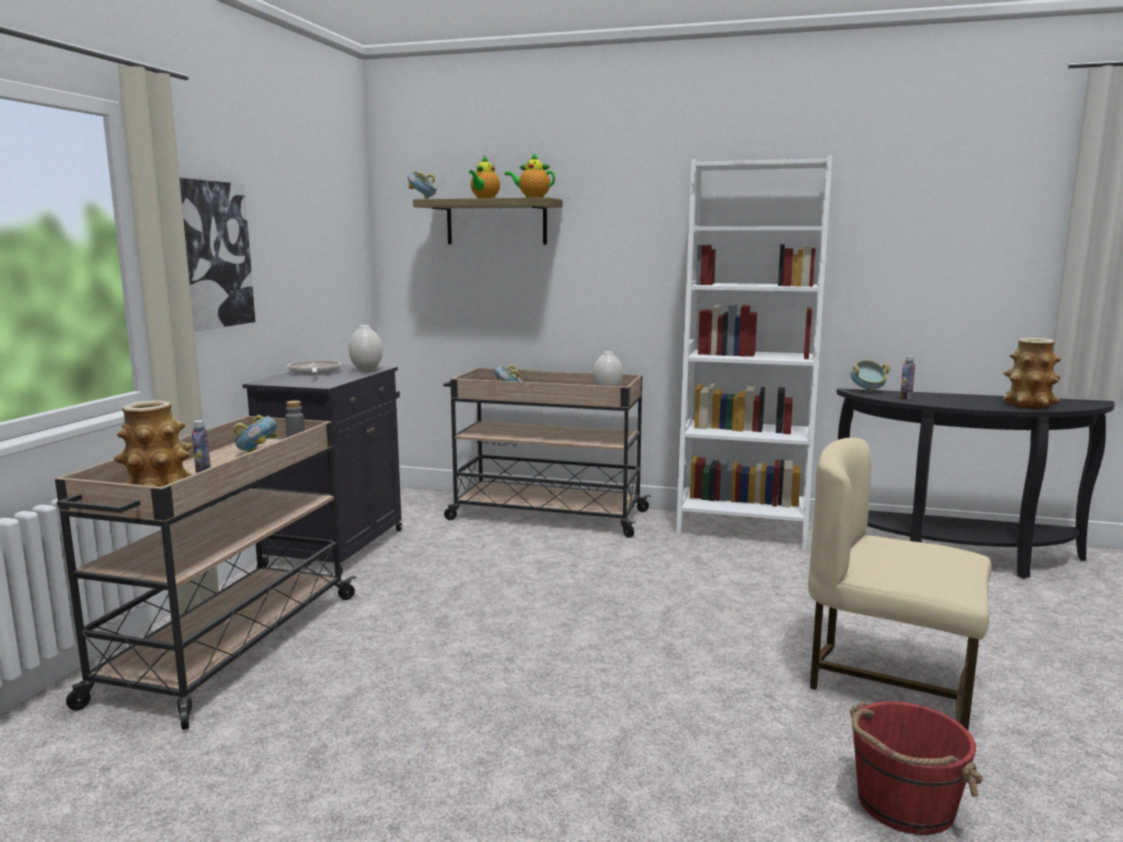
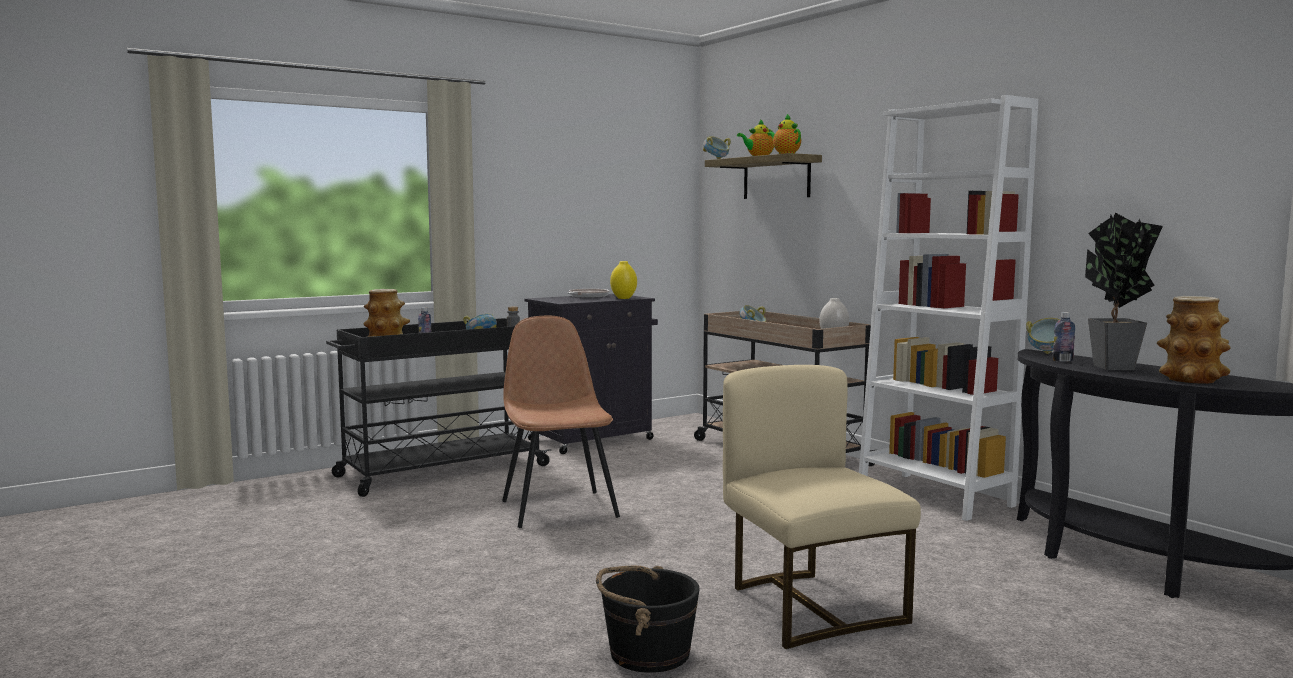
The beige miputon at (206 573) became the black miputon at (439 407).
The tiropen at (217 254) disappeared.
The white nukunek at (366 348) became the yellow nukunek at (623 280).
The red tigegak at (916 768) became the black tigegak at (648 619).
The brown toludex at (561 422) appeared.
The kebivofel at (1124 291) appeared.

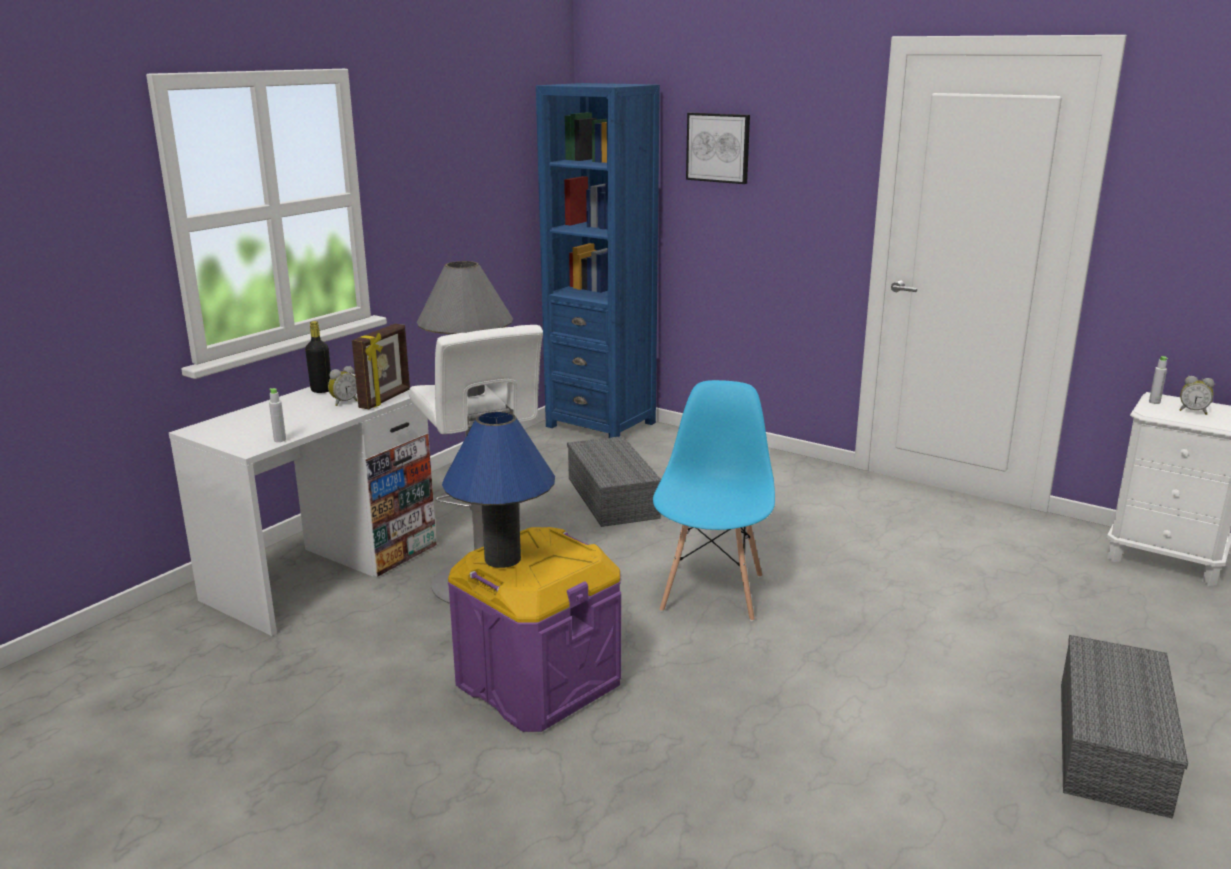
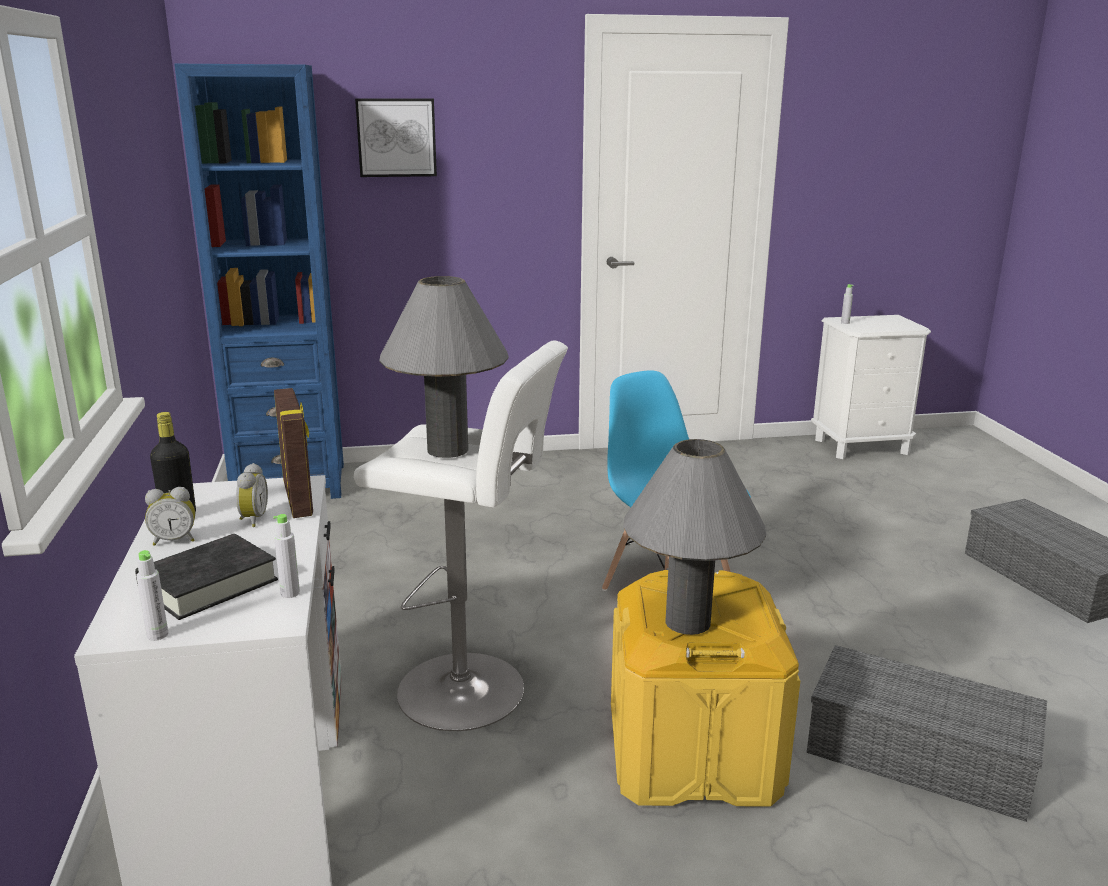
The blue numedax at (498 489) became the grey numedax at (694 537).
The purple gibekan at (534 629) became the yellow gibekan at (705 688).
The grey gibekan moved from (614 481) to (927 733).
The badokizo moved from (1197 395) to (170 516).
The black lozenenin at (206 577) appeared.
The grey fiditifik at (152 595) appeared.

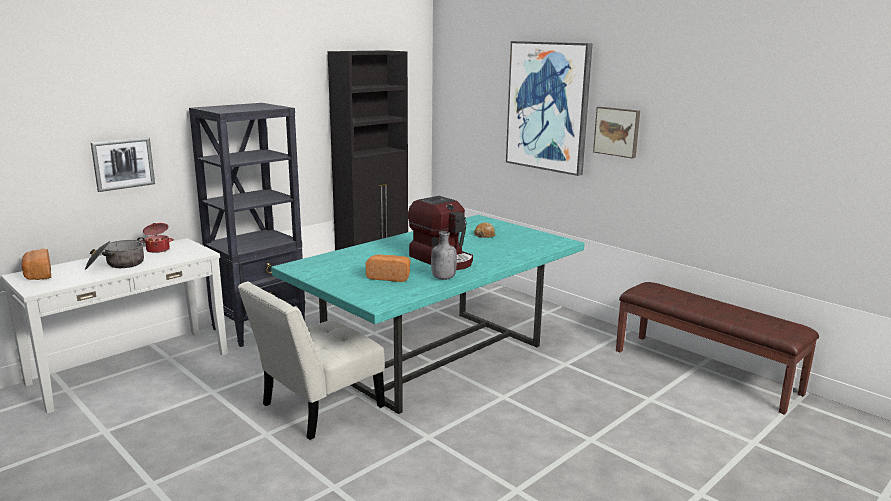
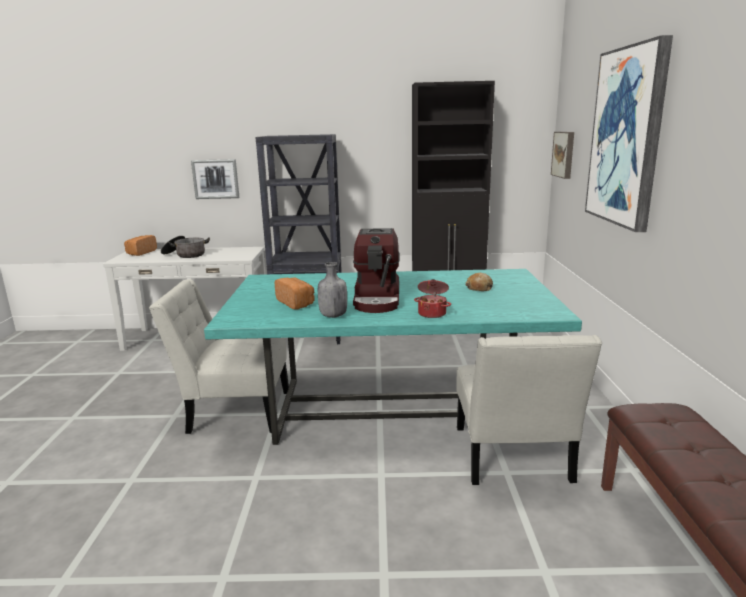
The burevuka moved from (157 238) to (432 298).
The tiropen moved from (616 132) to (562 155).
The white toludex at (529 410) appeared.

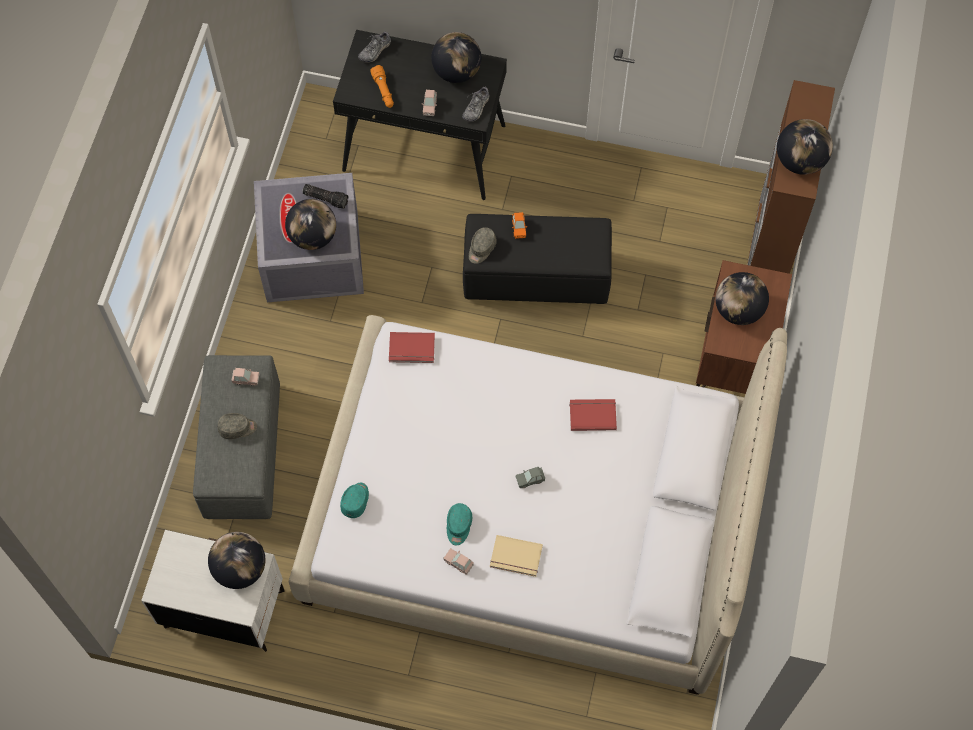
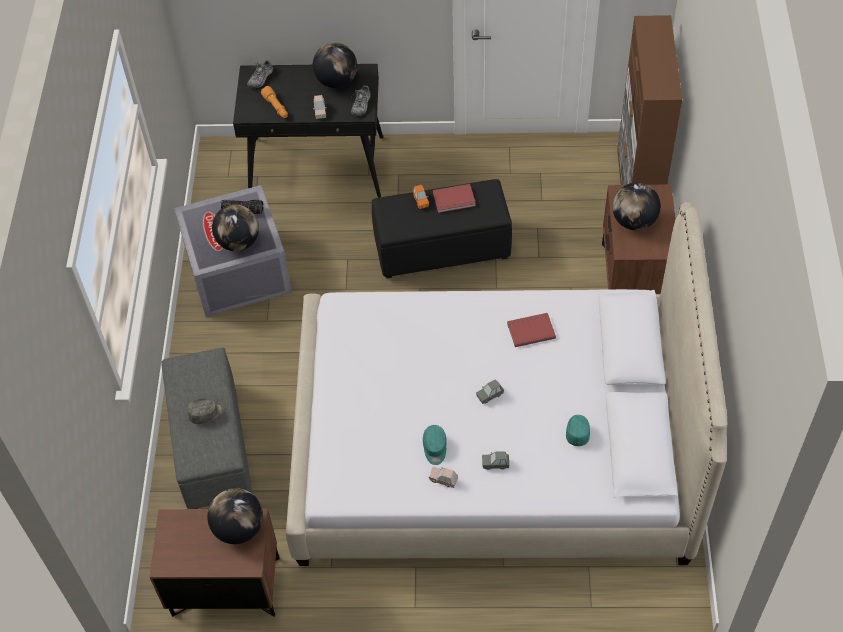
The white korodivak at (213 591) became the brown korodivak at (214 562).
The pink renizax at (245 377) disappeared.
The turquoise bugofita moved from (354 500) to (578 430).
The red lozenenin moved from (412 347) to (454 198).
The grey bugofita at (483 245) disappeared.
The beige lozenenin at (516 556) was replaced by the grey renizax at (495 460).
The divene at (805 147) disappeared.

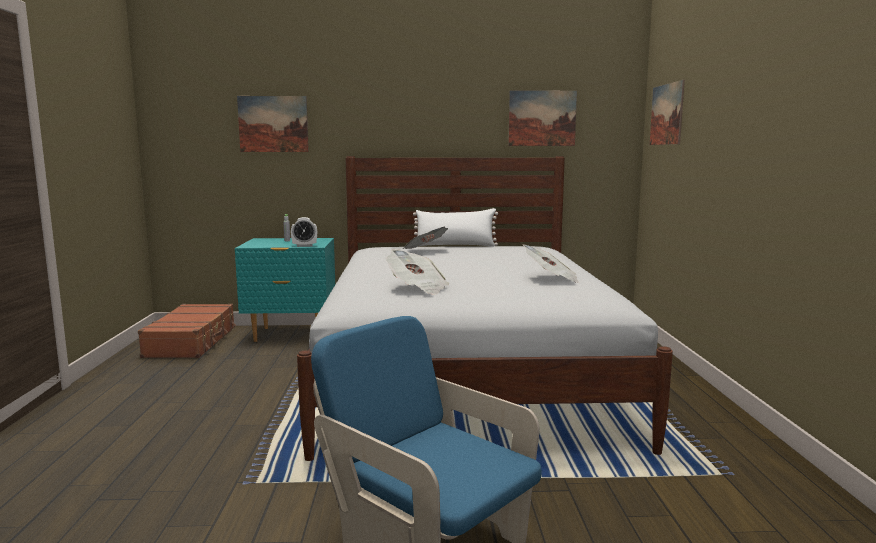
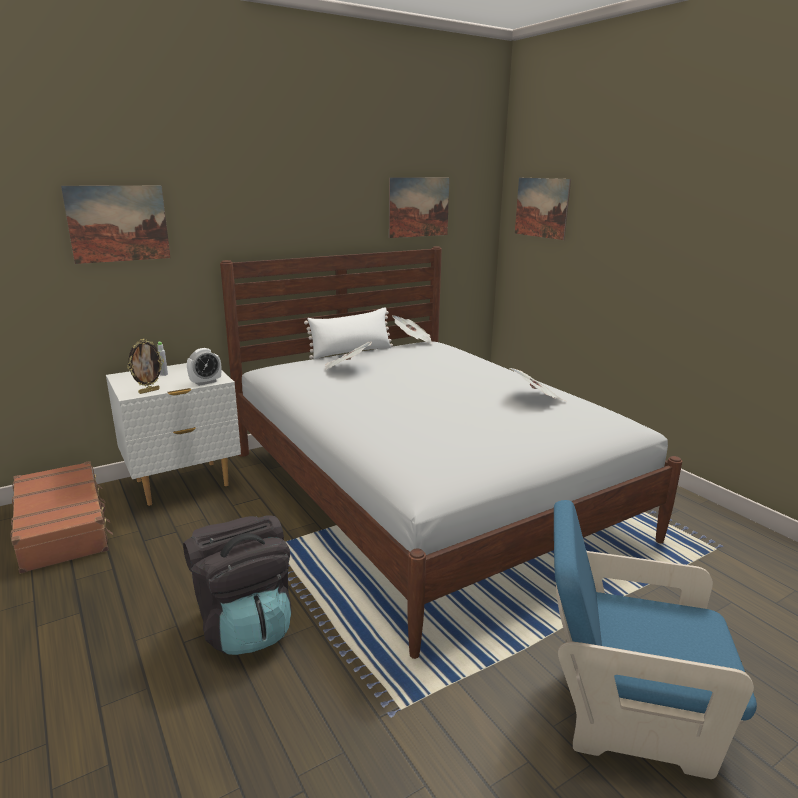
The turquoise korodivak at (285 290) became the white korodivak at (173 434).
The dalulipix moved from (417 272) to (412 329).
The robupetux at (145 366) appeared.
The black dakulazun at (237 585) appeared.

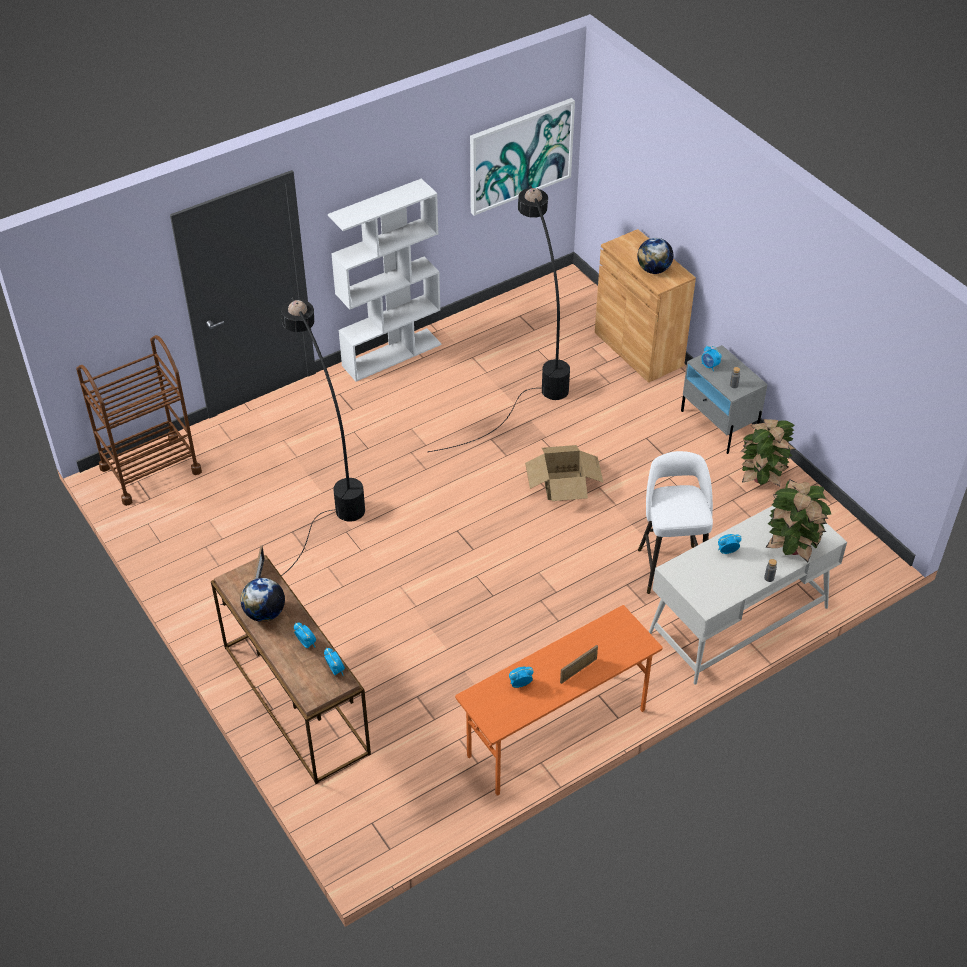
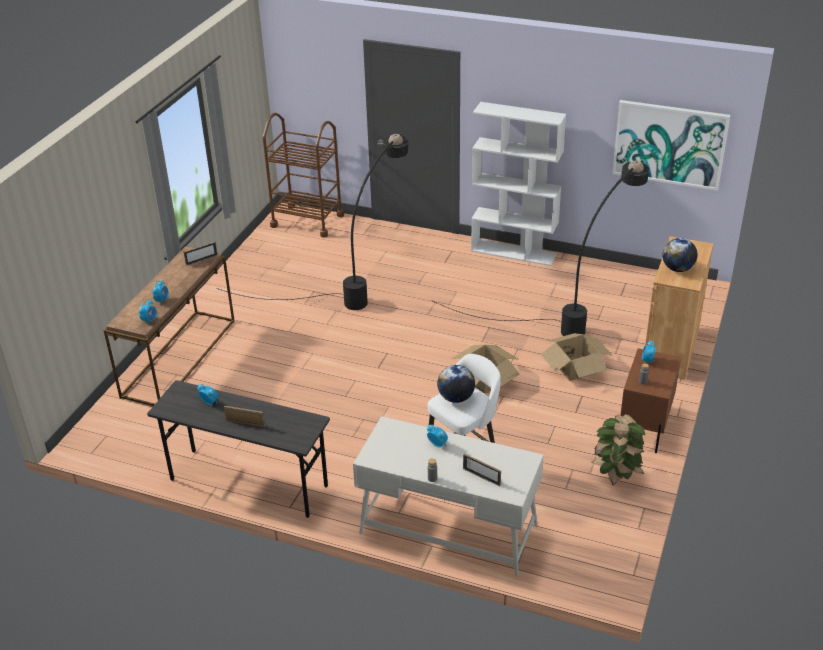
The divene moved from (262 600) to (456 384).
The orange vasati at (559 700) became the grey vasati at (238 449).
The grey korodivak at (724 399) became the brown korodivak at (651 400).
The kebivofel at (798 520) was replaced by the robupetux at (482 470).
The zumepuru at (577 357) appeared.

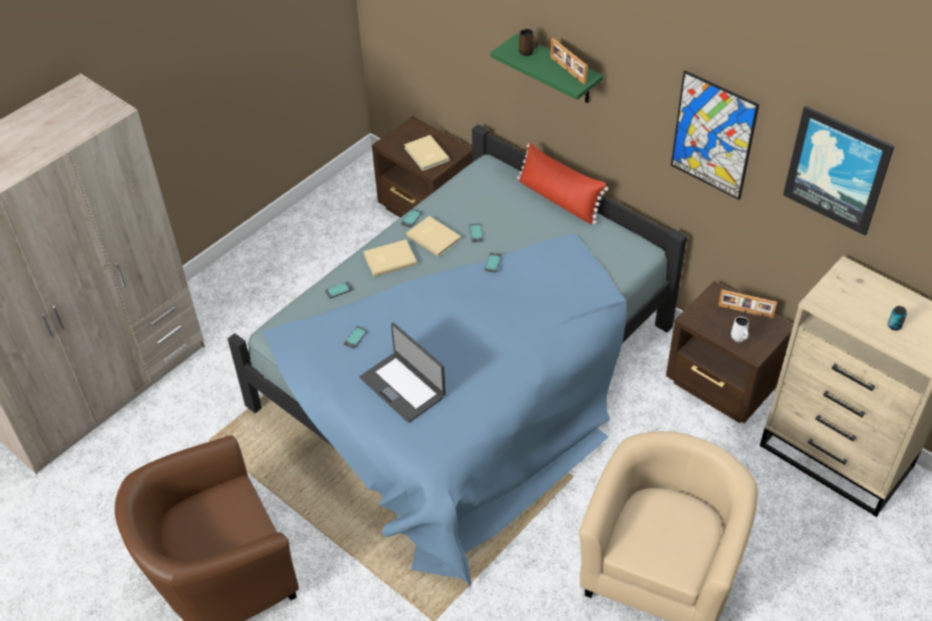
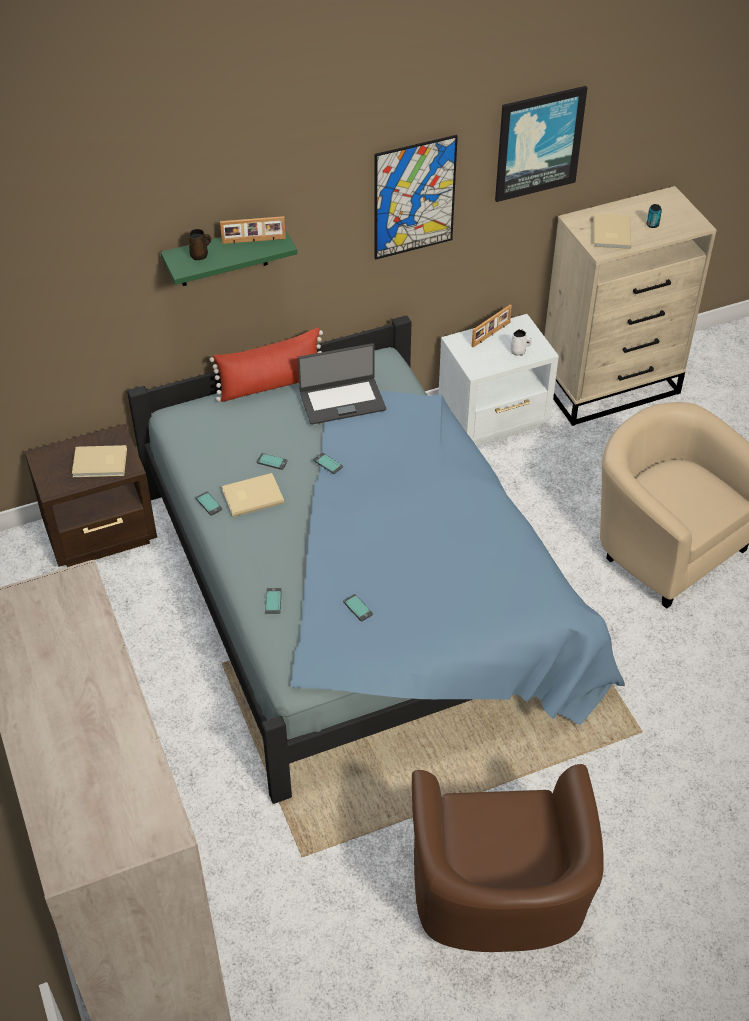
The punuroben moved from (403 373) to (342 383).
The beige lozenenin moved from (390 258) to (612 231).
The brown korodivak at (729 352) became the white korodivak at (498 380).

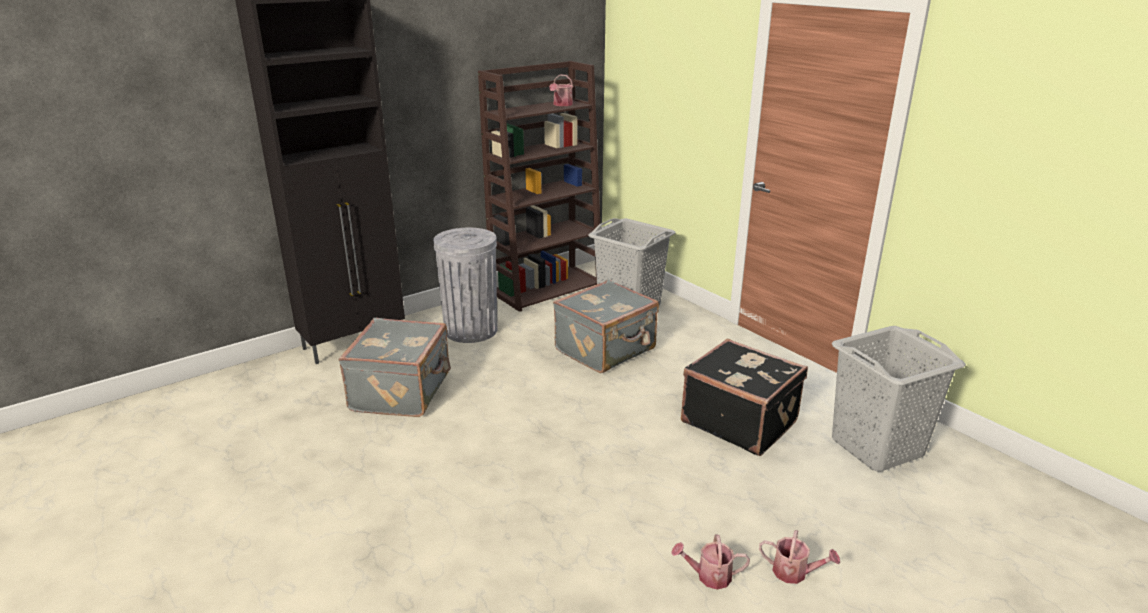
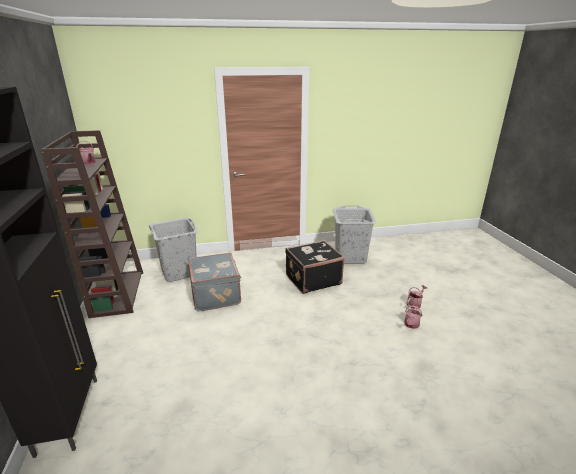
The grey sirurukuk at (395 367) disappeared.
The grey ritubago at (465 285) disappeared.

